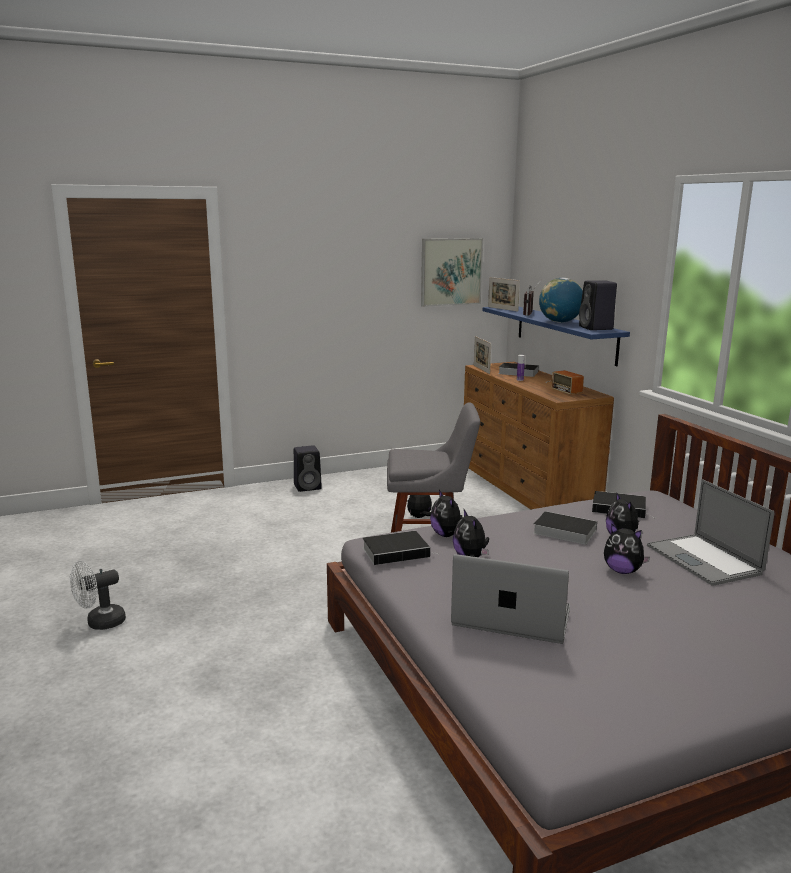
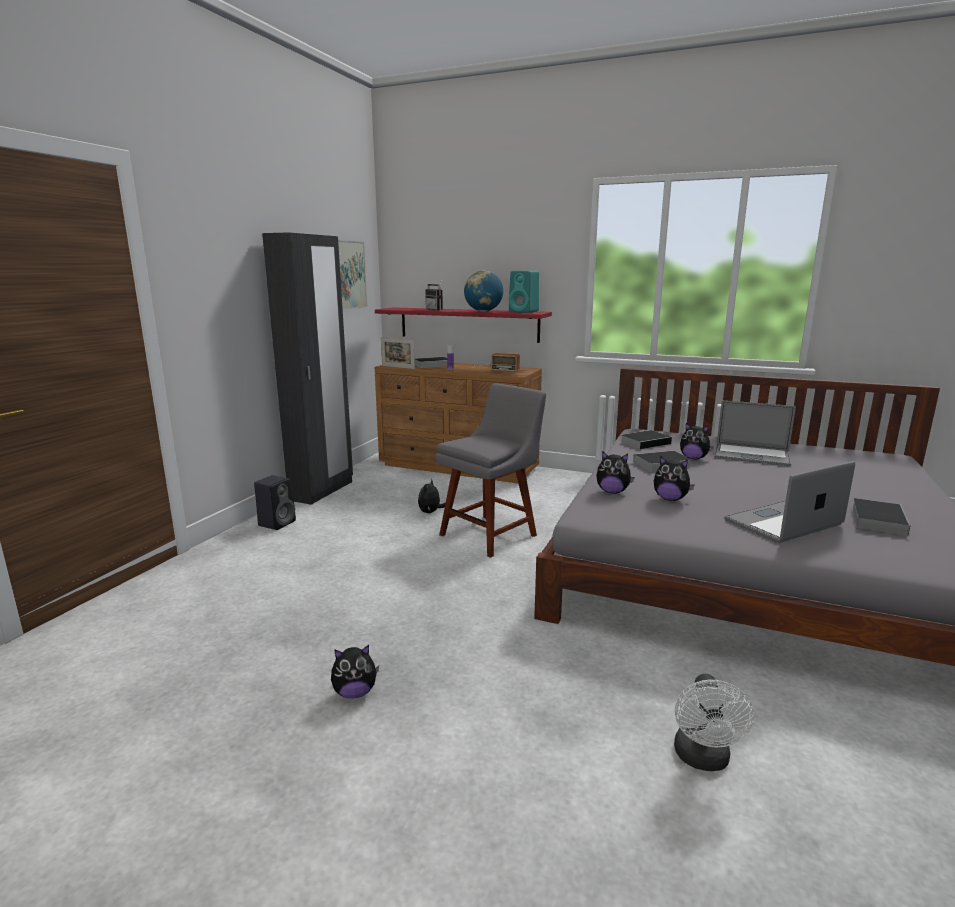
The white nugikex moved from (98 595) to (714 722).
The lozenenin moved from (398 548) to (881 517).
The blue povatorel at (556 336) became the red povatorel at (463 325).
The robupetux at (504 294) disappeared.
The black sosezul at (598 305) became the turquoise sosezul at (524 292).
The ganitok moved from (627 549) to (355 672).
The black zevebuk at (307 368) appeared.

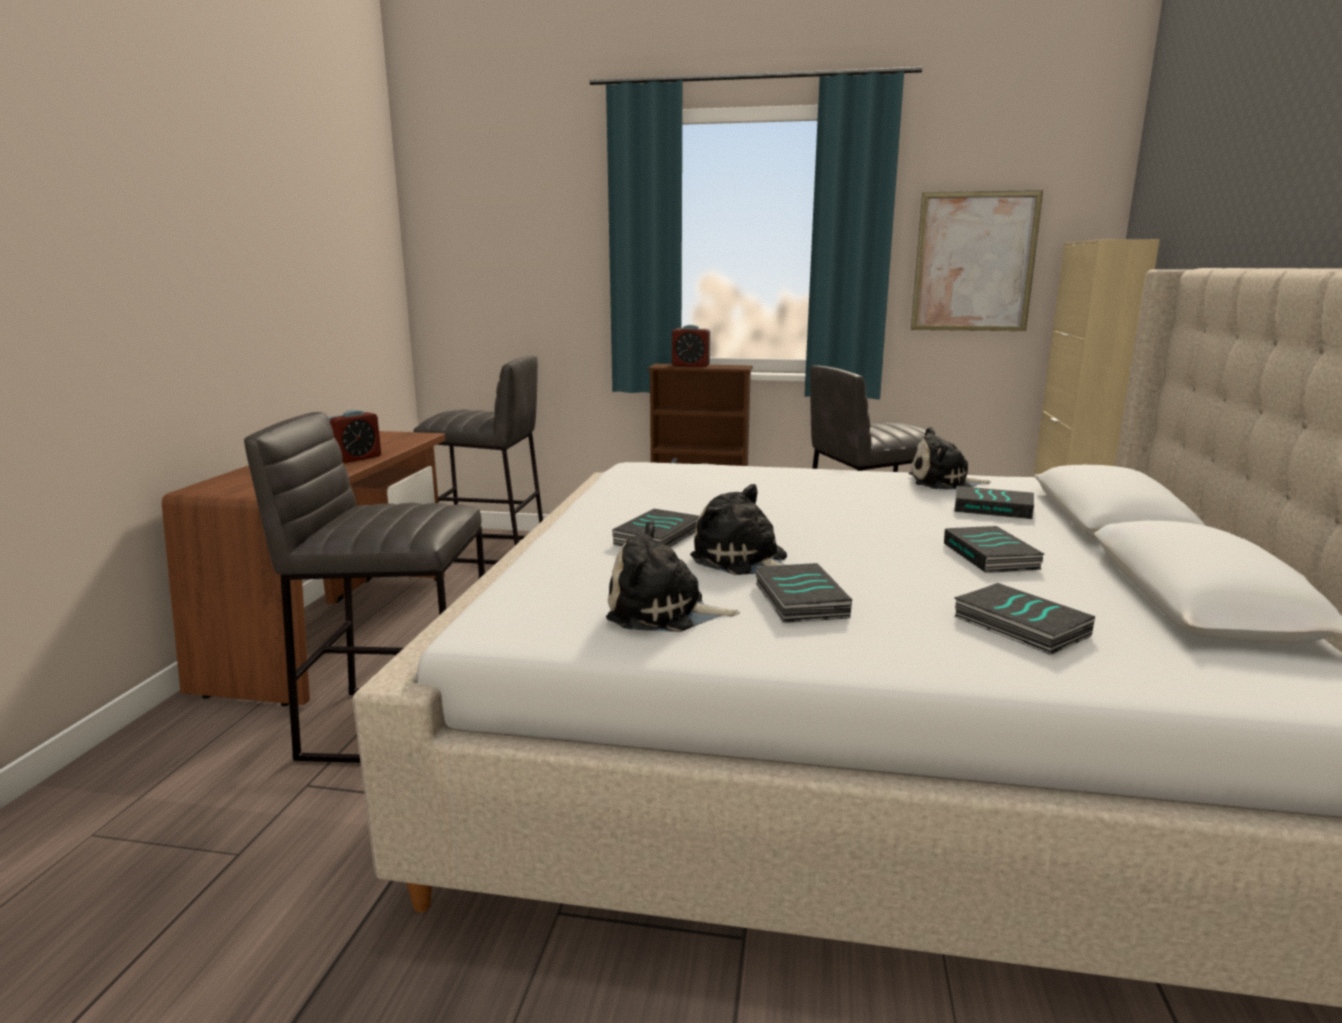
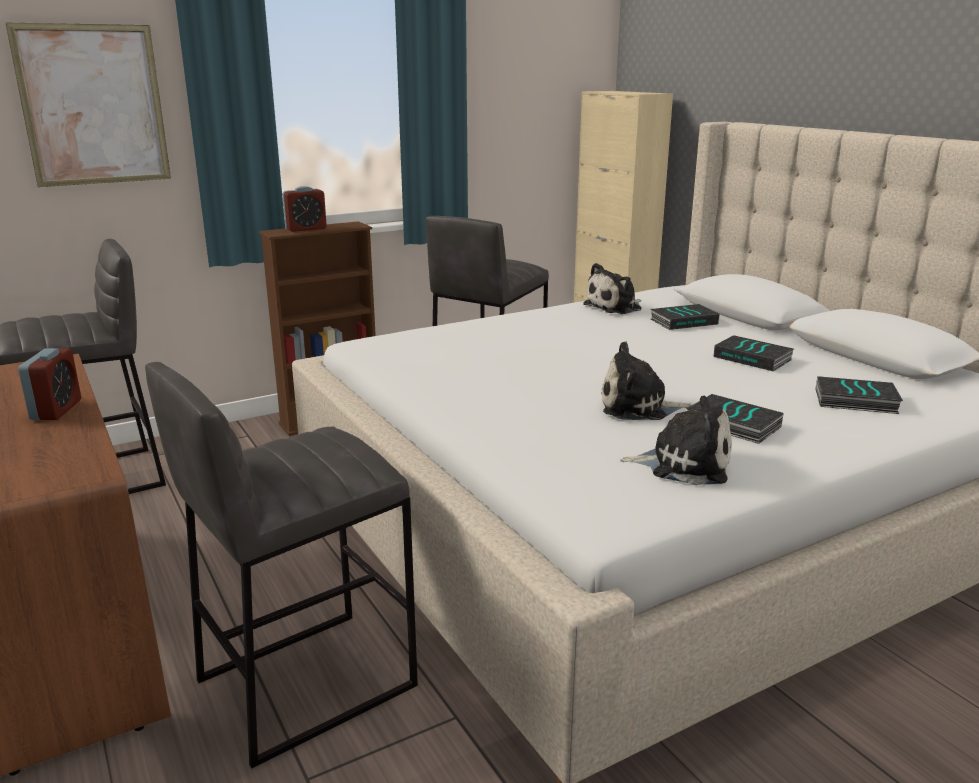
The ganitok at (673 576) turned 135 degrees counterclockwise.
The lozenenin at (656 528) disappeared.
The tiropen moved from (977 260) to (88 105).

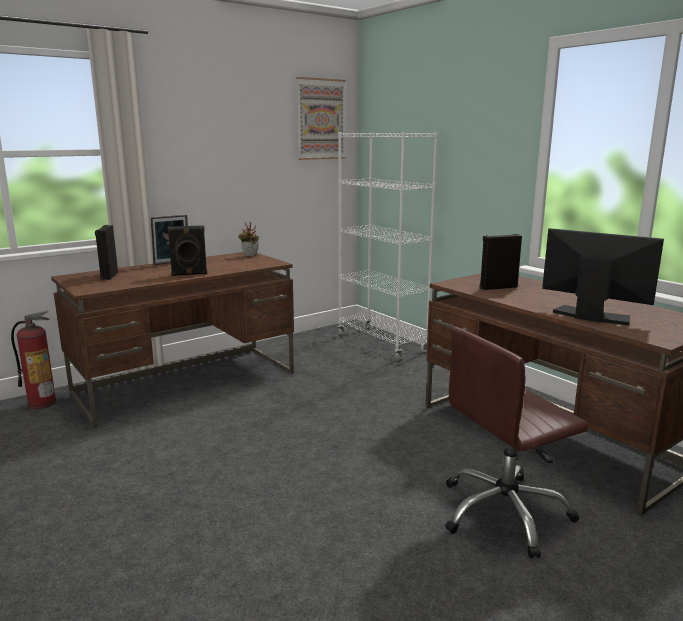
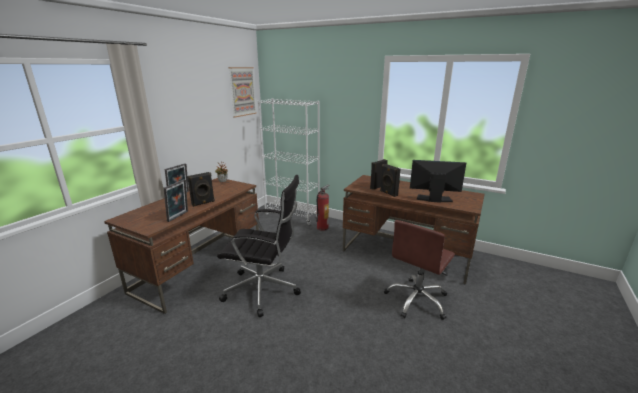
The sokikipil moved from (33 360) to (323 208).
The black sosezul moved from (106 252) to (390 180).
The robupetux at (176 200) appeared.
The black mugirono at (259 246) appeared.

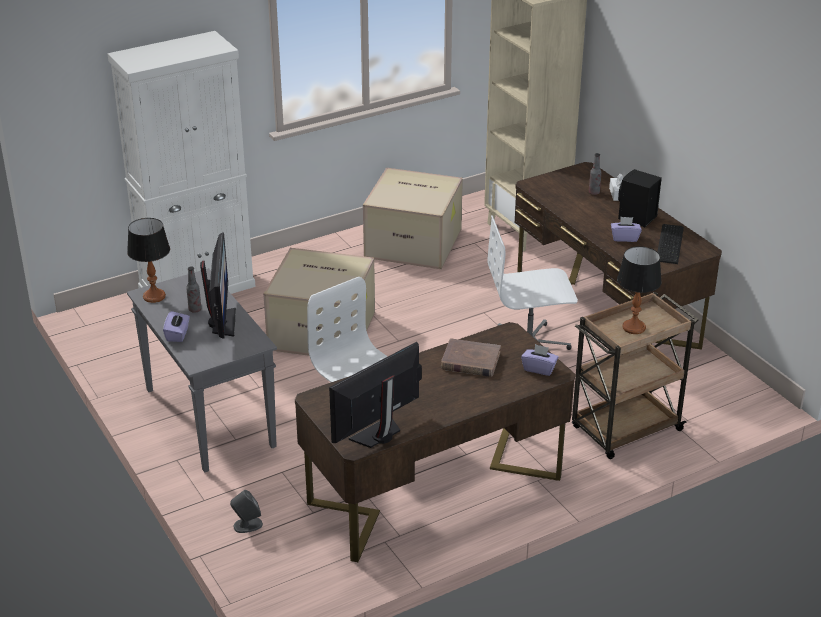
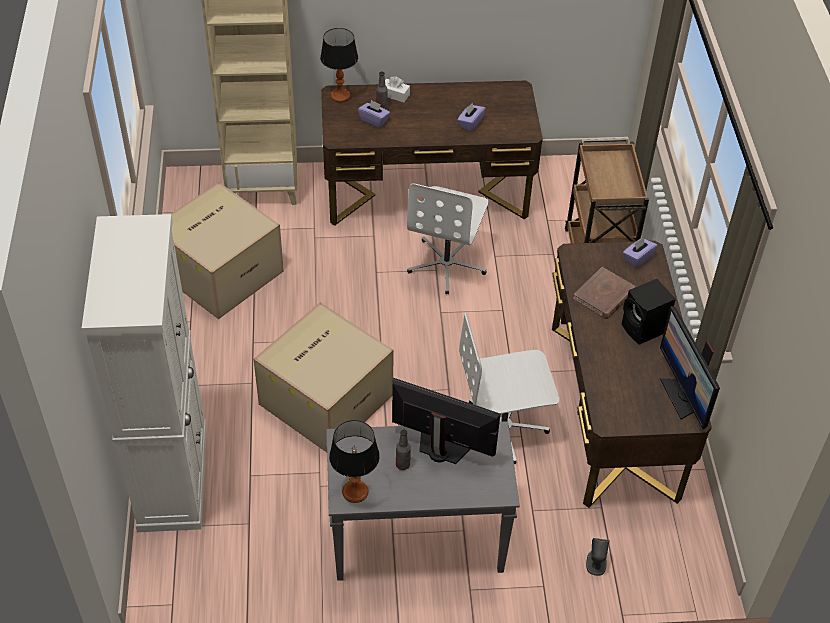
The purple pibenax moved from (176 326) to (374 114).
The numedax moved from (639 290) to (339 65).
The black sosezul moved from (640 198) to (649 312).
The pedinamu at (670 244) disappeared.

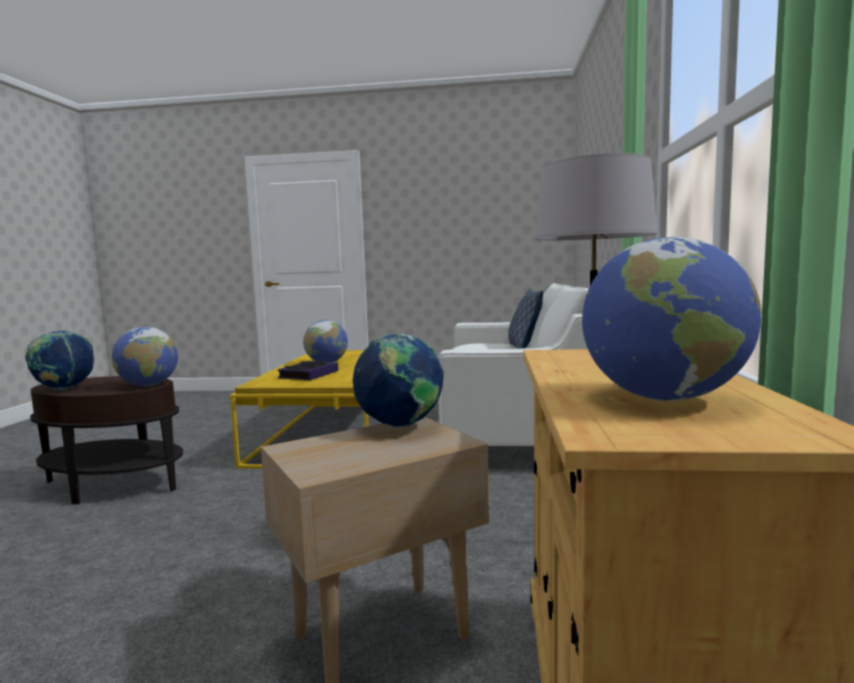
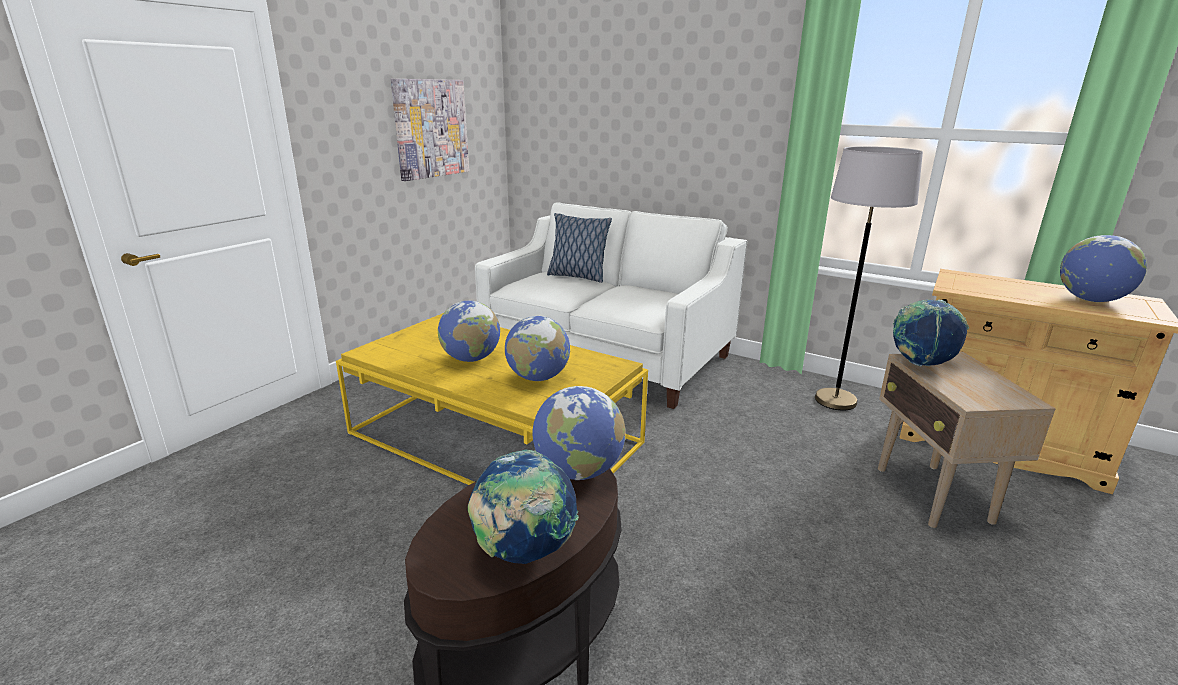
The lozenenin at (308 370) was replaced by the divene at (537 348).
The tiropen at (430 130) appeared.

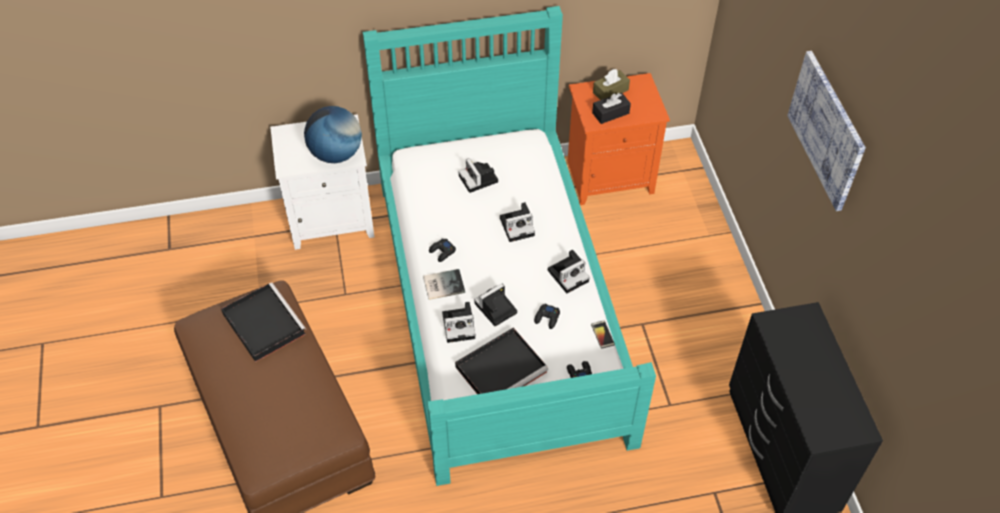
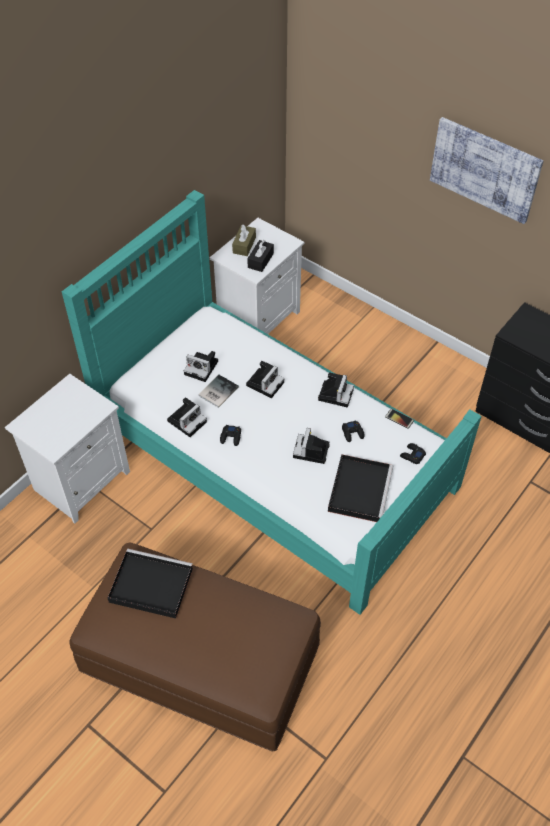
The divene at (333 134) disappeared.
The lozenenin moved from (444 284) to (219 391).
The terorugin moved from (458 322) to (187 417).
The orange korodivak at (619 139) became the white korodivak at (257 276).

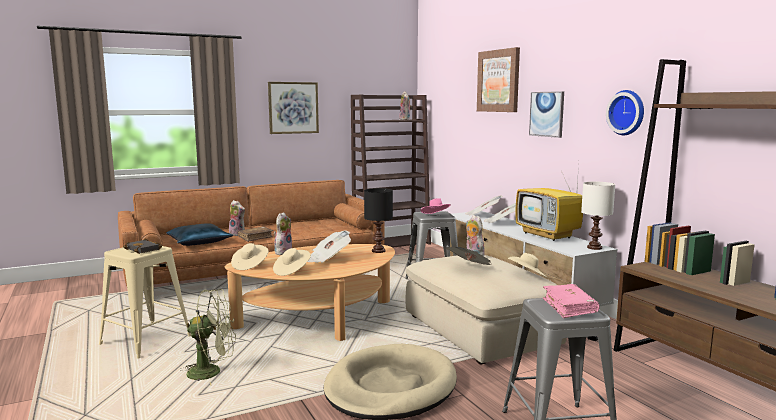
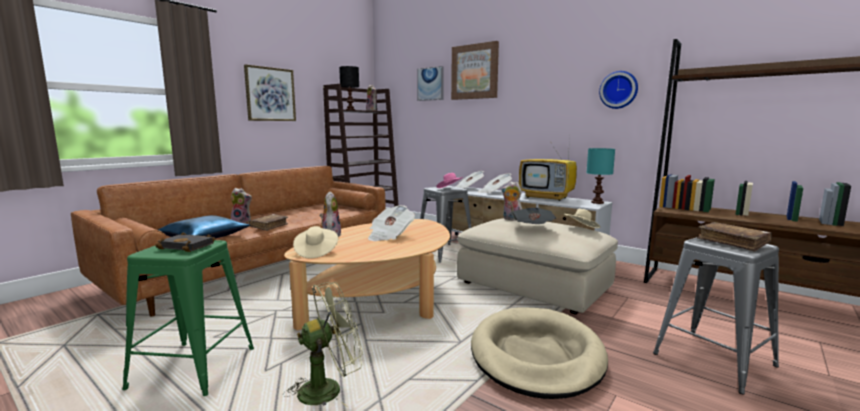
The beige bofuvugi at (145 302) became the green bofuvugi at (188 318).
The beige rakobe at (292 262) disappeared.
The black numedax moved from (378 220) to (349 88).
The tiropen moved from (546 114) to (430 83).
The pink lozenenin at (571 301) became the brown lozenenin at (734 237).
The white numedax at (598 215) became the turquoise numedax at (601 176).

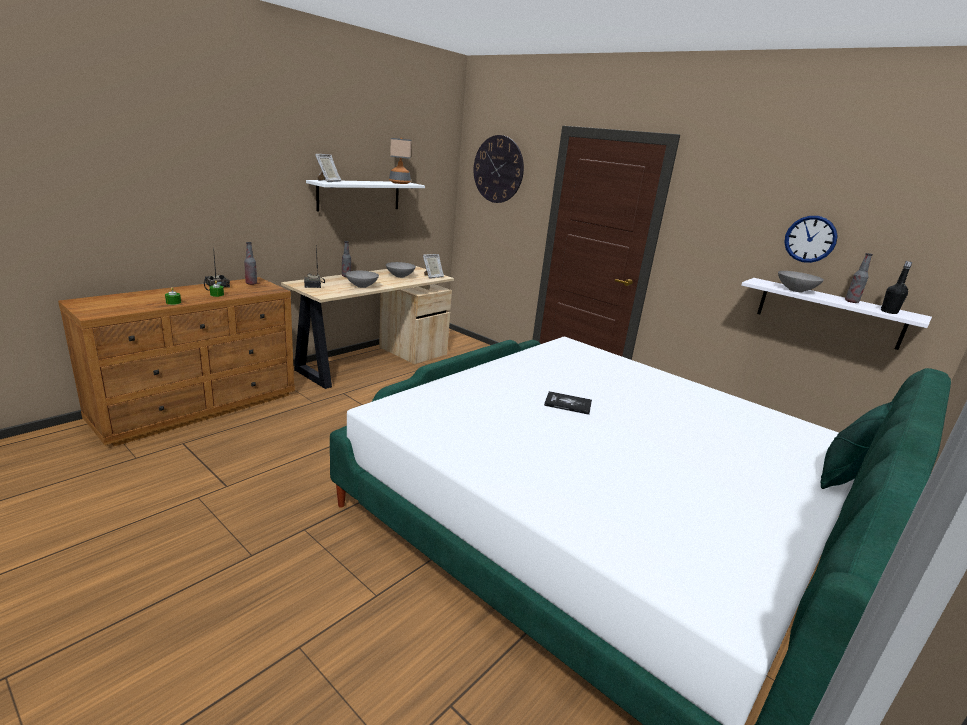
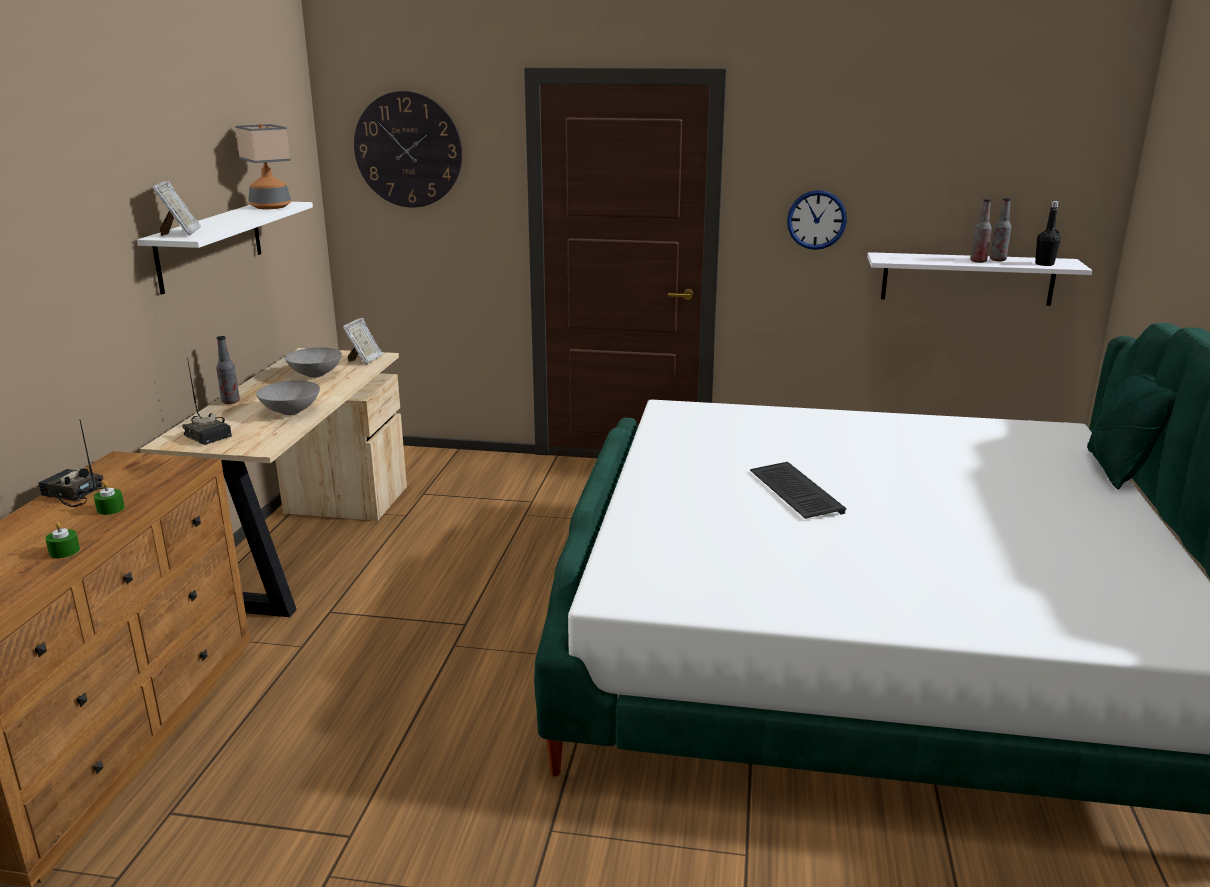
The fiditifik moved from (250 263) to (981 231).
The lozenenin at (568 403) was replaced by the pedinamu at (798 490).
The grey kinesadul at (801 281) disappeared.
The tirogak moved from (811 239) to (817 220).

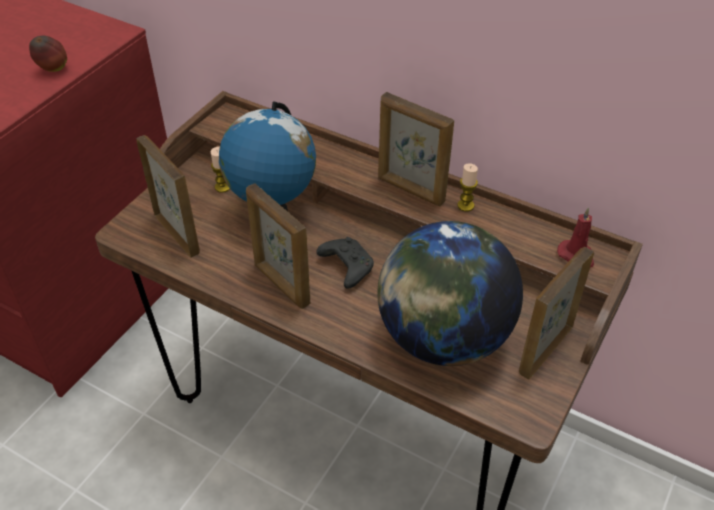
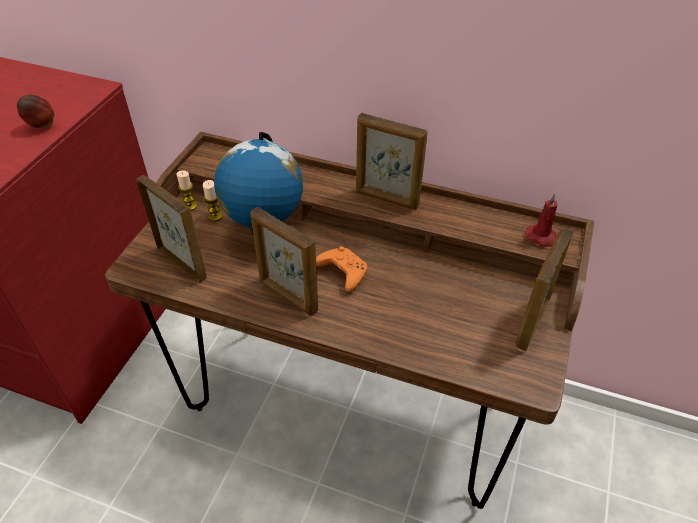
The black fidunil at (345 263) became the orange fidunil at (341 269).
The divene at (450 293) disappeared.
The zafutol moved from (467 187) to (187 190).

